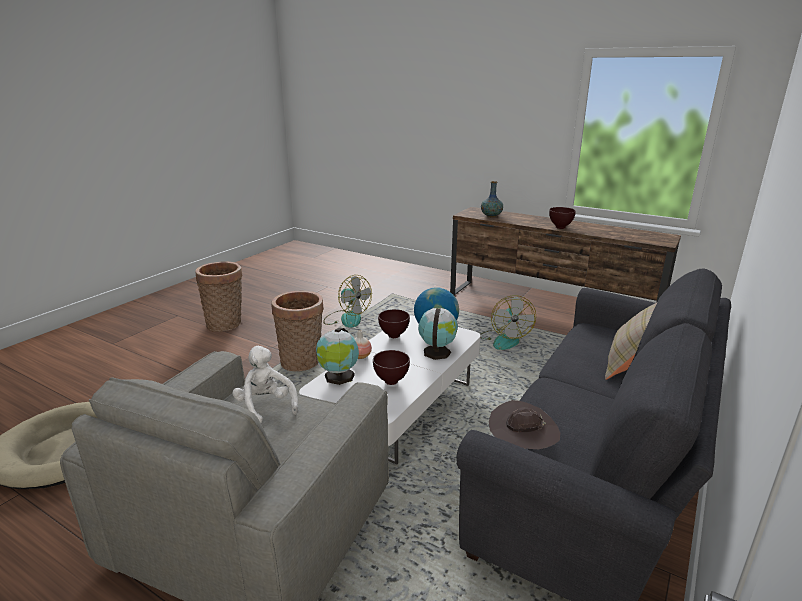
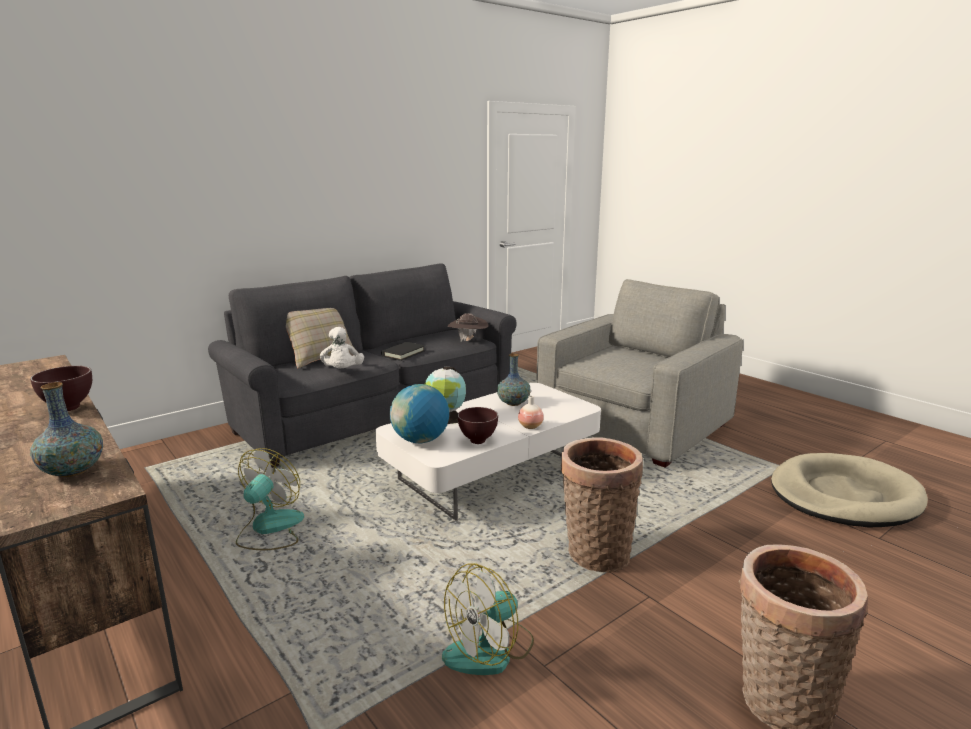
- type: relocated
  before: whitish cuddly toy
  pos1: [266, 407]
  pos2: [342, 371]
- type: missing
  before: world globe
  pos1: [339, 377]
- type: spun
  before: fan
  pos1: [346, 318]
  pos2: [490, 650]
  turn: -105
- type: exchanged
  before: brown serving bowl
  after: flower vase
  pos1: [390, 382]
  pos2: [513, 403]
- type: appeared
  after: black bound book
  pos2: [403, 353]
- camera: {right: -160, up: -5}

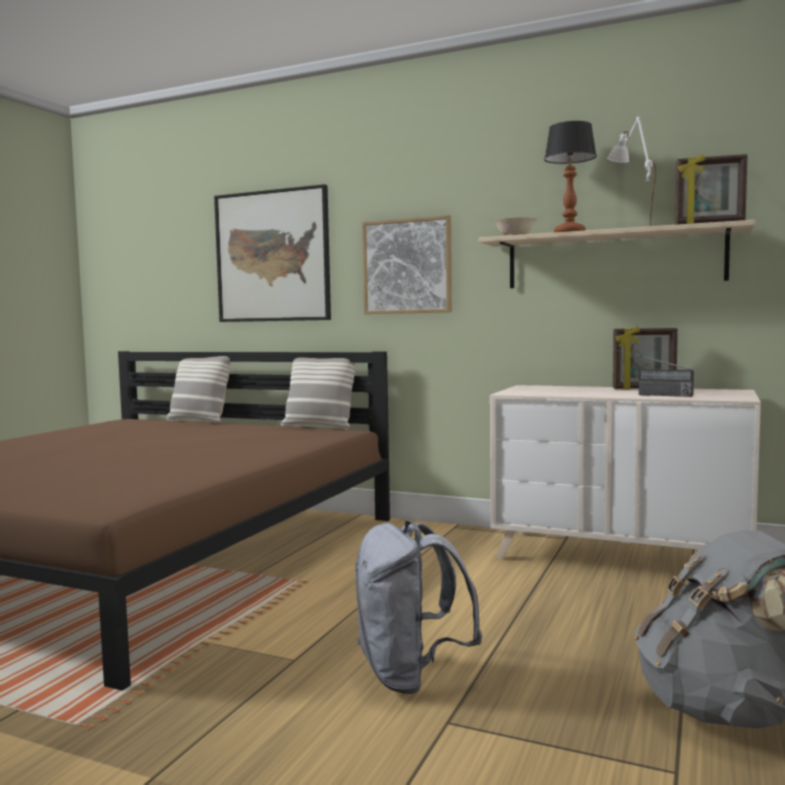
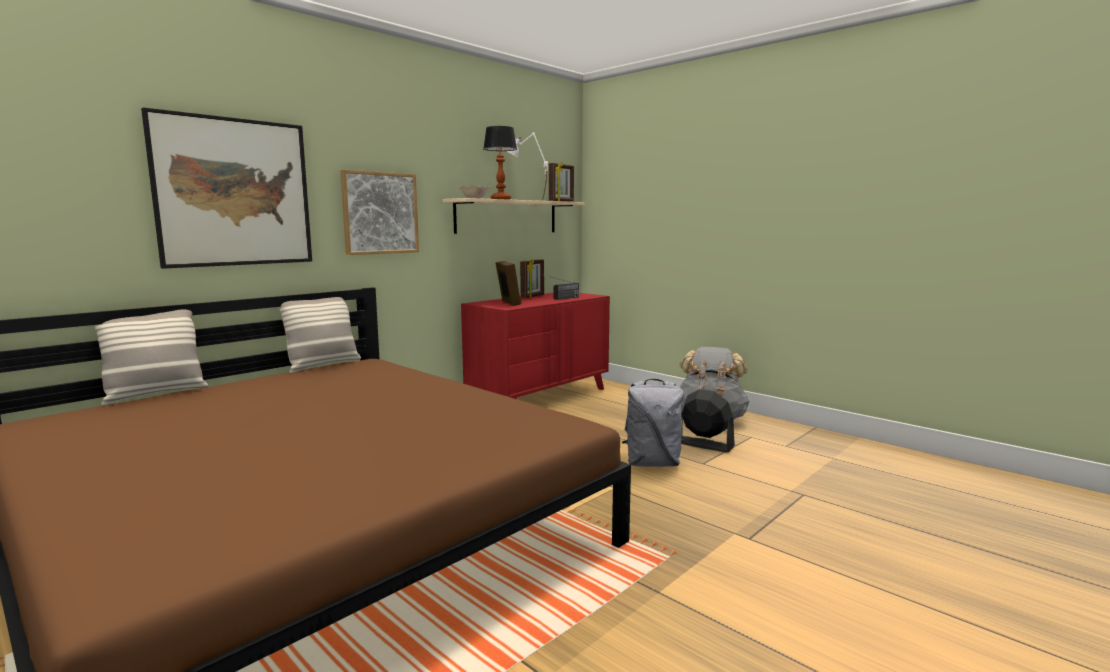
- type: colour
  before: beige-coloured dresser
  after: red-coloured dresser
  pos1: [620, 557]
  pos2: [539, 397]
- type: appeared
  after: picture frame
  pos2: [508, 303]
- type: appeared
  after: black fan
  pos2: [703, 444]
- camera: {right: -70, up: 5}

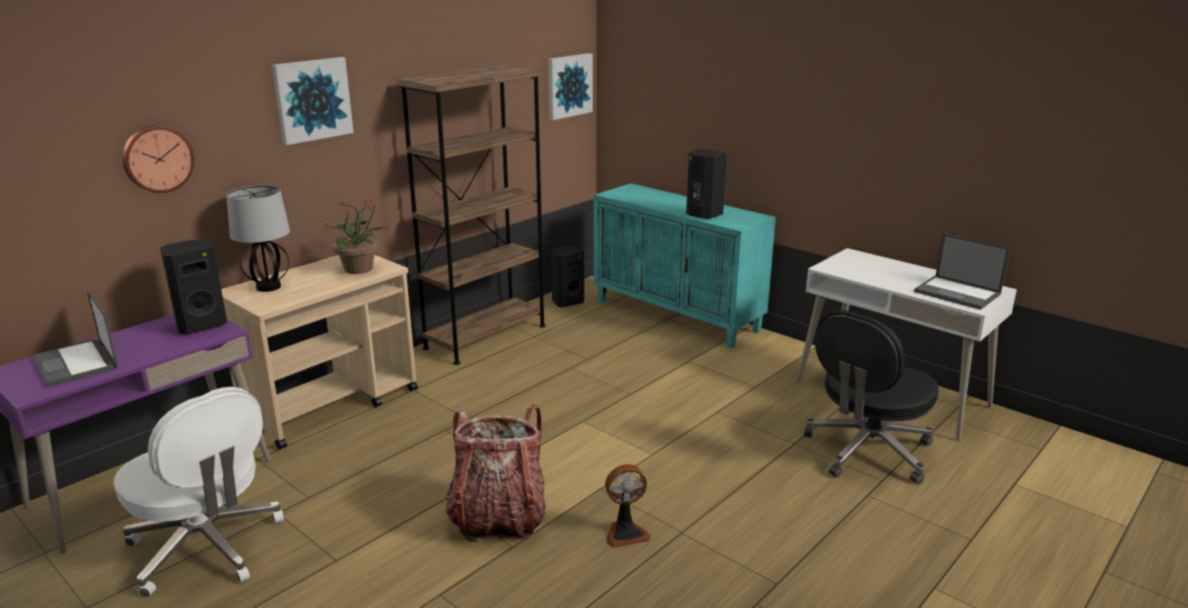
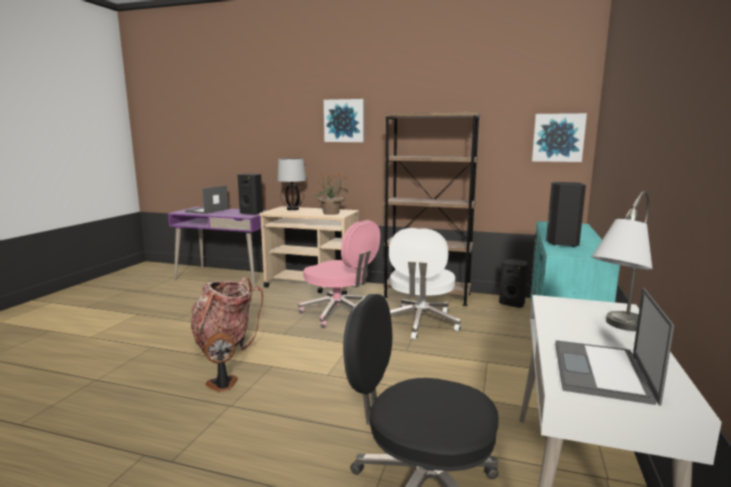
- type: relocated
  before: whitish office chair
  pos1: [207, 548]
  pos2: [420, 323]
- type: missing
  before: clock on the wall
  pos1: [157, 158]
- type: spun
  before: fan
  pos1: [625, 533]
  pos2: [222, 385]
  turn: 105
- type: appeared
  after: pink office chair
  pos2: [339, 314]
- type: appeared
  after: greyish tabletop lamp
  pos2: [616, 330]
- camera: {right: 65, up: -10}

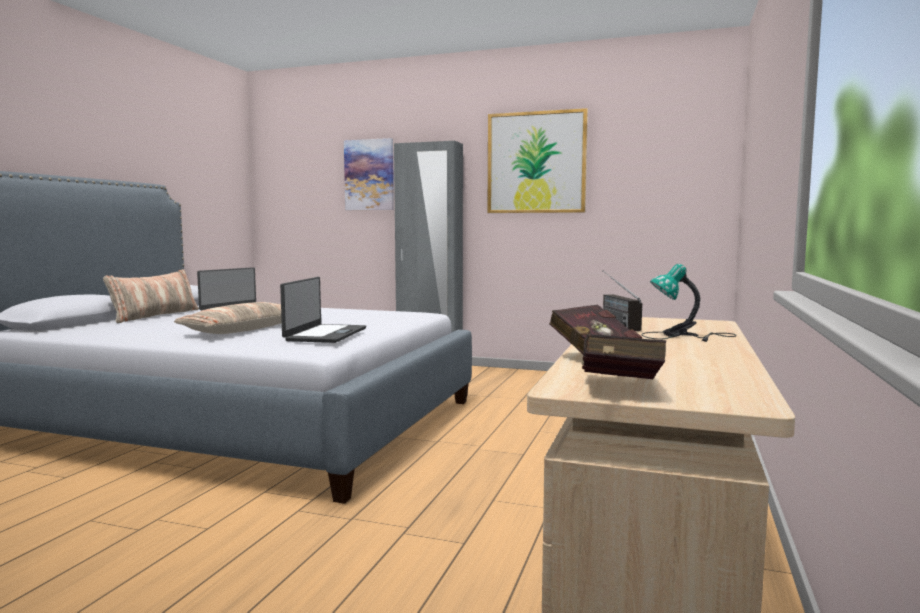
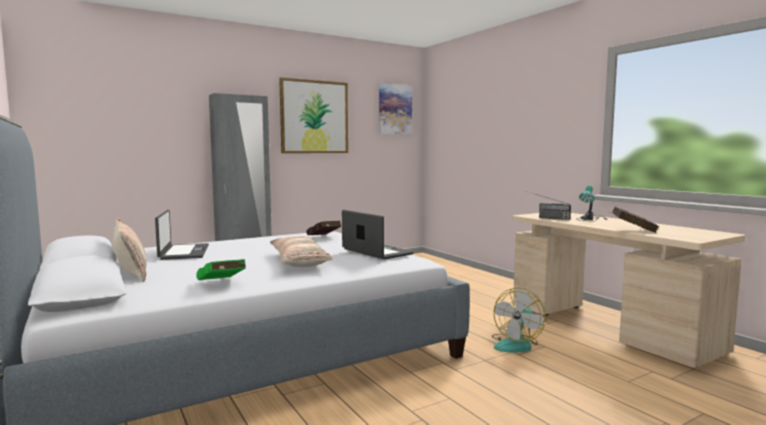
- type: relocated
  before: picture
  pos1: [369, 175]
  pos2: [395, 109]
- type: relocated
  before: red-coloured bound book
  pos1: [619, 389]
  pos2: [324, 237]
- type: appeared
  after: greenish bound book
  pos2: [221, 284]
- type: appeared
  after: fan
  pos2: [516, 344]
- camera: {right: -50, up: 0}

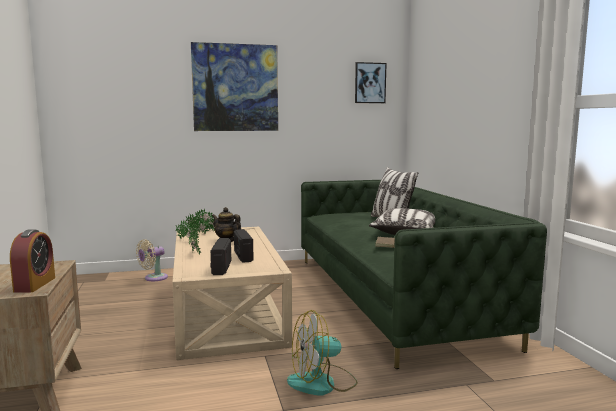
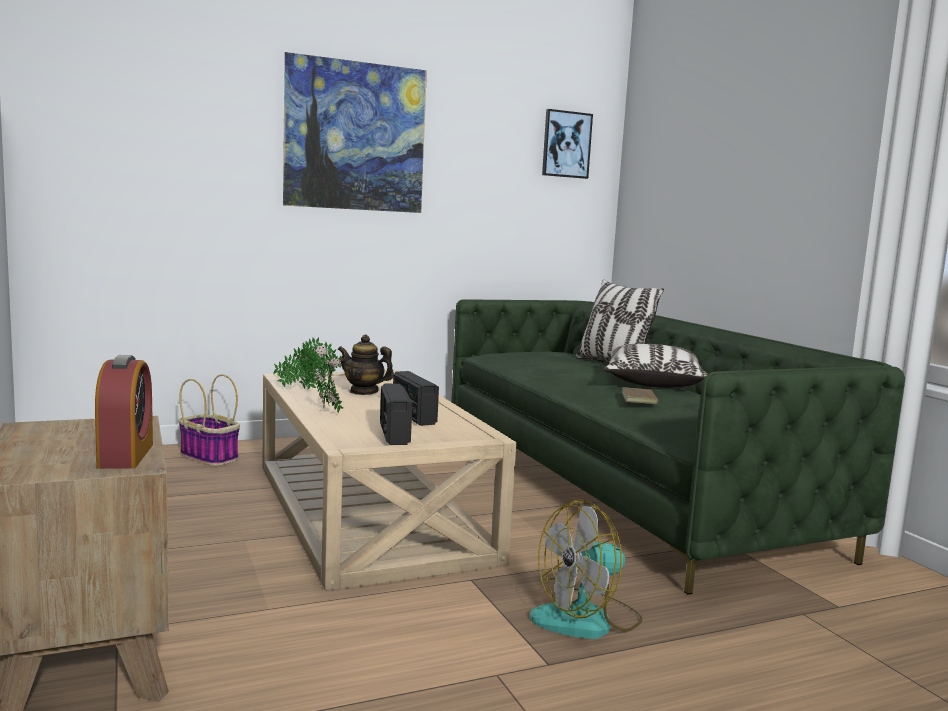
- type: exchanged
  before: beige-coloured fan
  after: storage basket
  pos1: [153, 278]
  pos2: [210, 457]
- camera: {right: -10, up: 0}

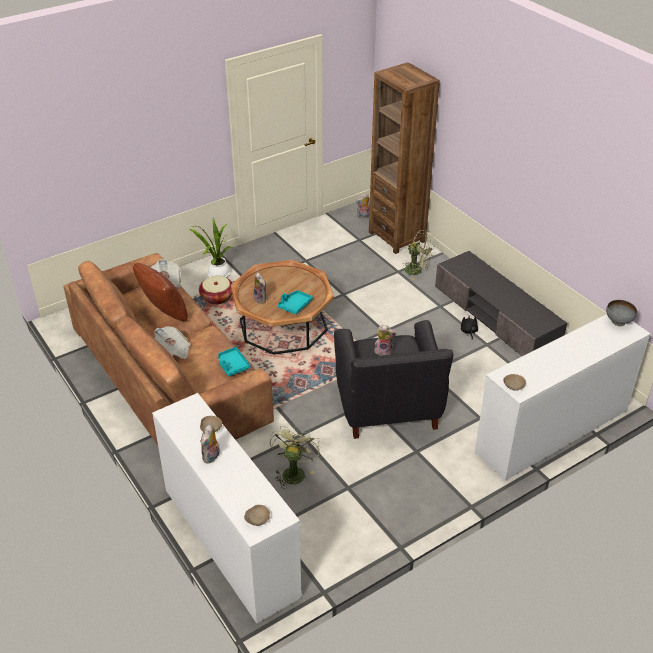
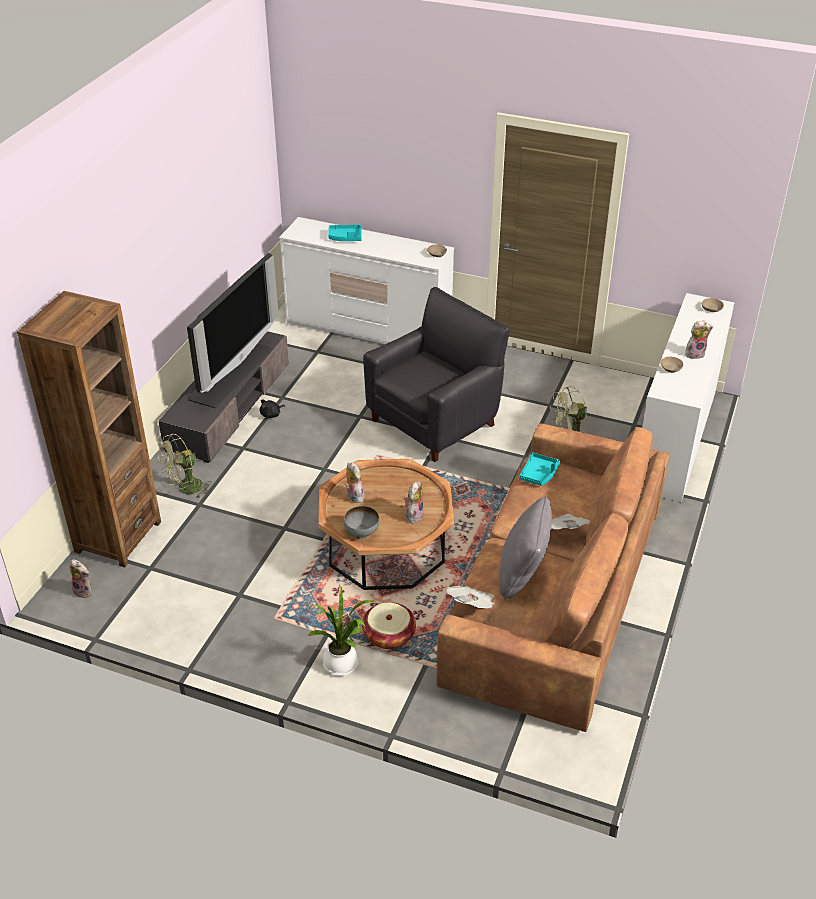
- type: colour
  before: brown throw pillow
  after: greyish throw pillow
  pos1: [163, 313]
  pos2: [522, 575]
- type: relocated
  before: turquoise-coloured serving tray
  pos1: [295, 305]
  pos2: [345, 237]
- type: relocated
  before: cuddly toy
  pos1: [384, 351]
  pos2: [354, 496]
- type: spun
  before: greenish fan
  pos1: [417, 271]
  pos2: [186, 489]
  turn: -120
- type: relocated
  before: greyish serving bowl
  pos1: [618, 322]
  pos2: [362, 533]
- type: appeared
  after: TV set
  pos2: [230, 373]
- camera: {right: -125, up: 0}

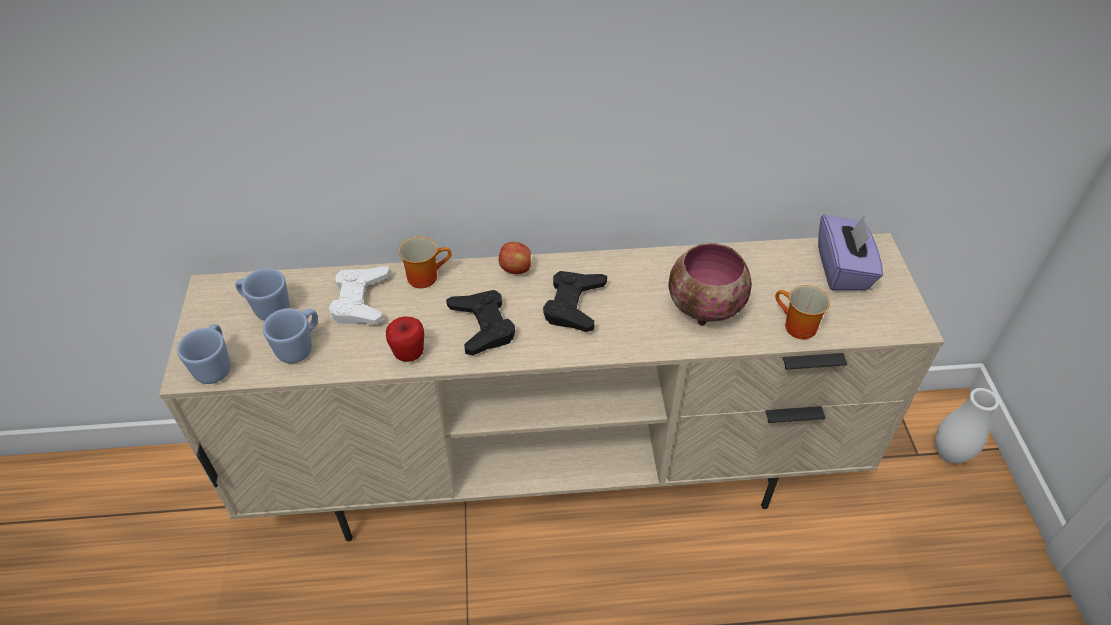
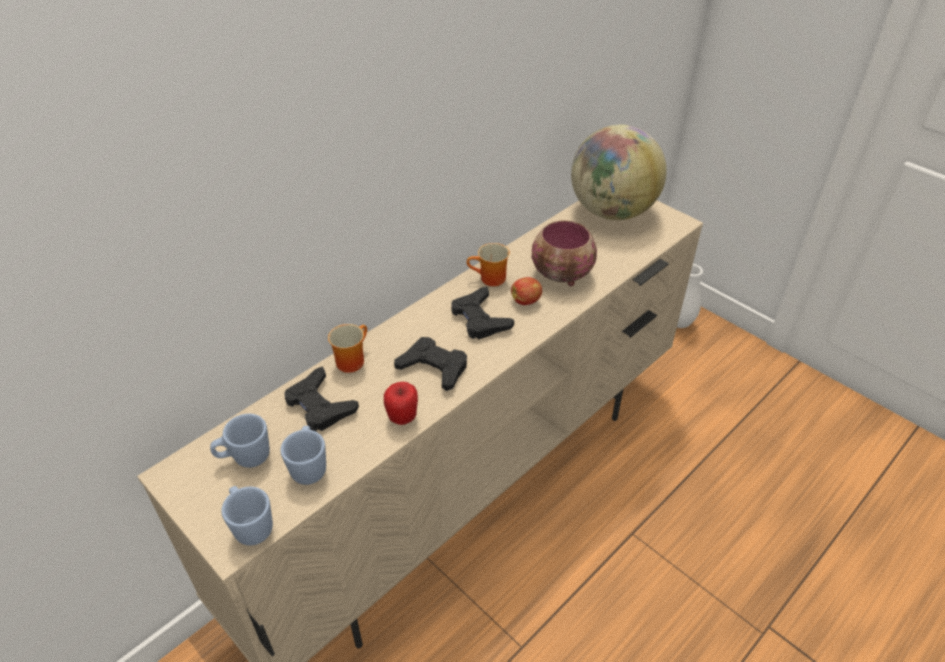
- type: colour
  before: whitish game controller
  after: black game controller
  pos1: [361, 300]
  pos2: [320, 405]
- type: relocated
  before: apple
  pos1: [516, 269]
  pos2: [526, 301]
- type: relocated
  before: tea mug
  pos1: [795, 327]
  pos2: [490, 280]
- type: exchanged
  before: purplish tissue holder
  after: world globe
  pos1: [843, 269]
  pos2: [612, 211]
- camera: {right: -40, up: -5}

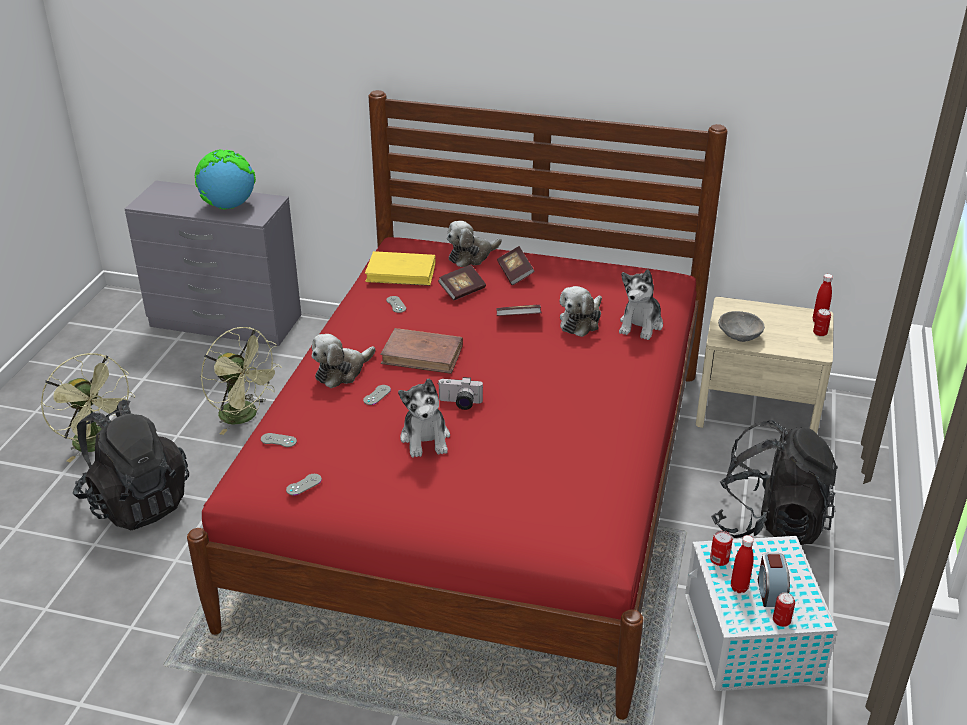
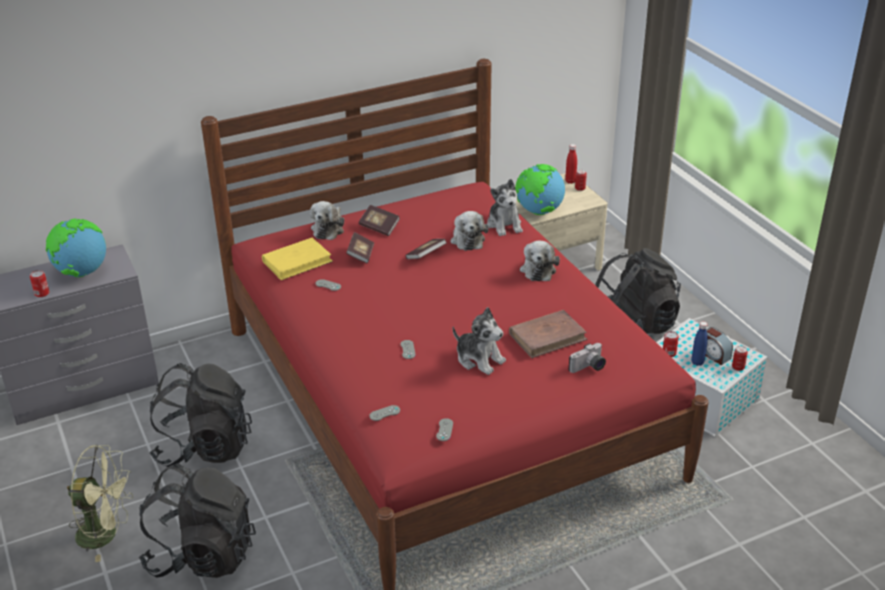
- type: exchanged
  before: greenish fan
  after: black rucksack
  pos1: [245, 416]
  pos2: [204, 447]
- type: relocated
  before: cuddly toy
  pos1: [342, 372]
  pos2: [538, 269]
- type: relocated
  before: brown bound book
  pos1: [422, 355]
  pos2: [547, 337]
- type: relocated
  before: photo camera
  pos1: [460, 403]
  pos2: [588, 368]
- type: exchanged
  before: greyish serving bowl
  after: world globe
  pos1: [738, 337]
  pos2: [539, 212]
- type: colour
  before: red-coloured beverage bottle
  after: bluish beverage bottle
  pos1: [739, 588]
  pos2: [697, 362]
- type: appeared
  after: metal can
  pos2: [42, 293]
- camera: {right: -40, up: 0}

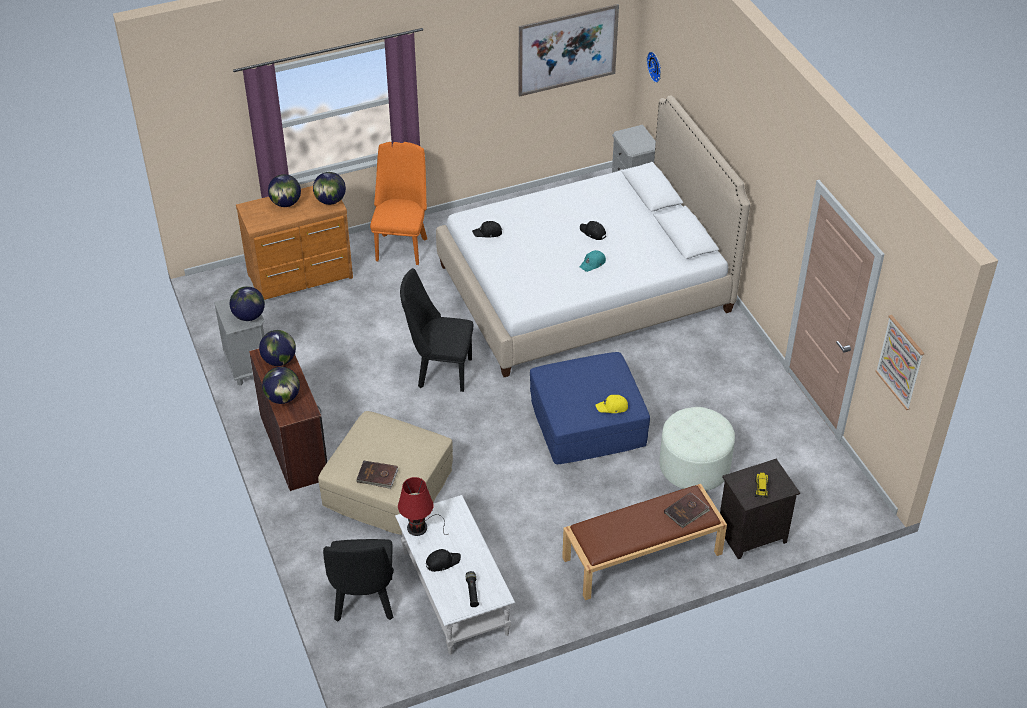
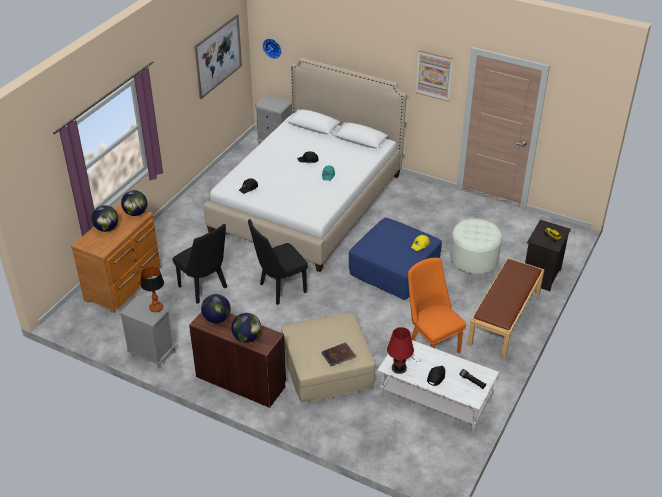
- type: exchanged
  before: world globe
  after: tabletop lamp
  pos1: [249, 316]
  pos2: [156, 308]
- type: relocated
  before: black plain chair
  pos1: [364, 604]
  pos2: [205, 289]
- type: relocated
  before: orange-coloured plain chair
  pos1: [402, 246]
  pos2: [431, 346]
- type: missing
  before: brown bound book
  pos1: [686, 511]
- type: relocated
  before: picture
  pos1: [900, 362]
  pos2: [434, 75]
- camera: {right: -40, up: -5}

